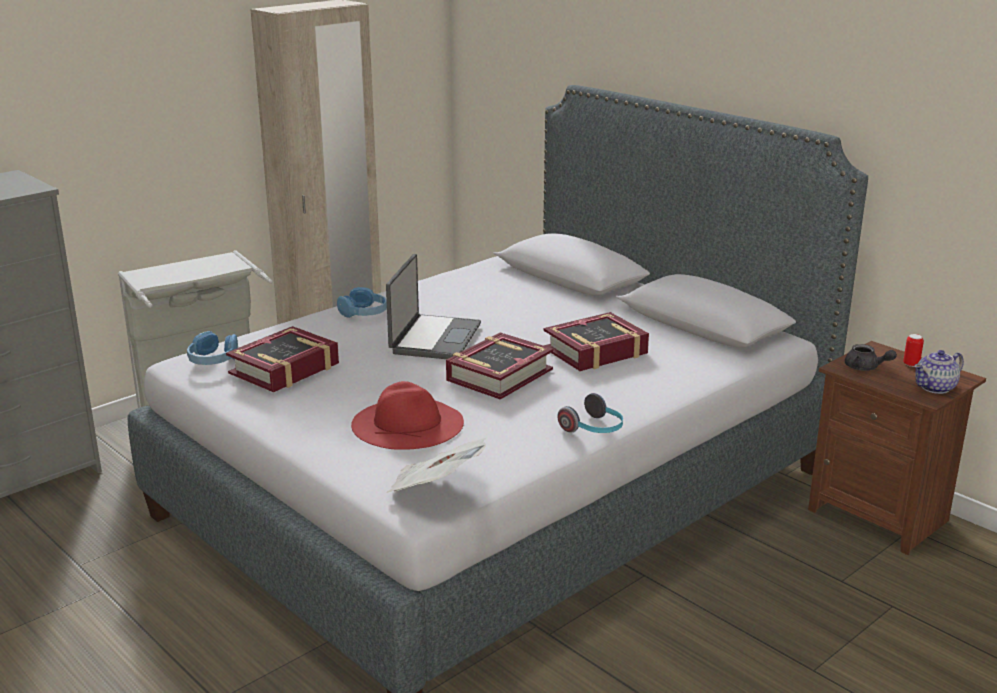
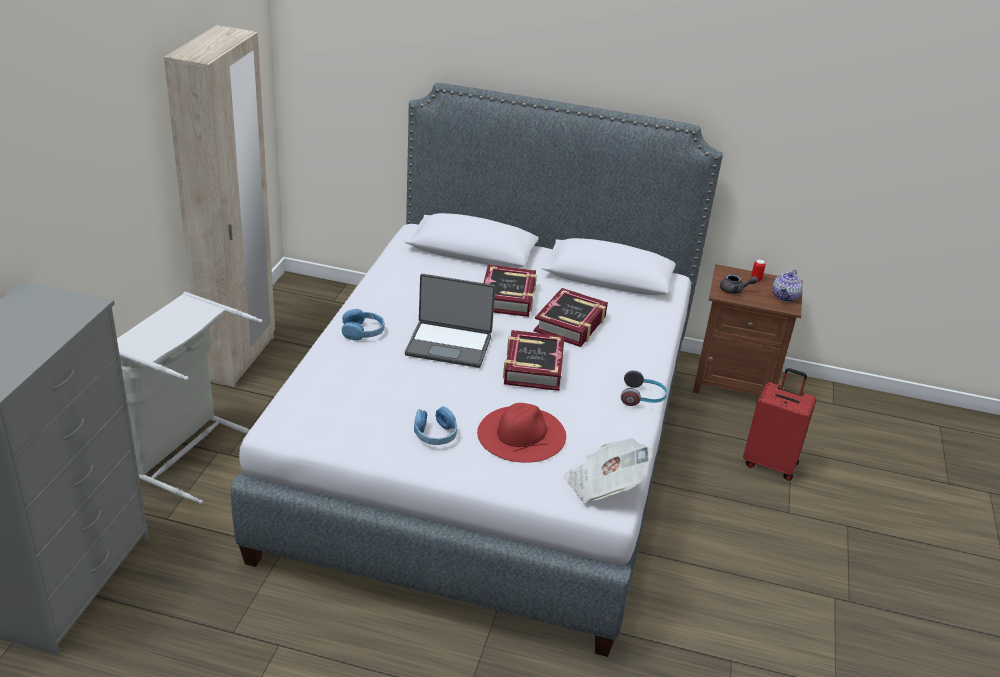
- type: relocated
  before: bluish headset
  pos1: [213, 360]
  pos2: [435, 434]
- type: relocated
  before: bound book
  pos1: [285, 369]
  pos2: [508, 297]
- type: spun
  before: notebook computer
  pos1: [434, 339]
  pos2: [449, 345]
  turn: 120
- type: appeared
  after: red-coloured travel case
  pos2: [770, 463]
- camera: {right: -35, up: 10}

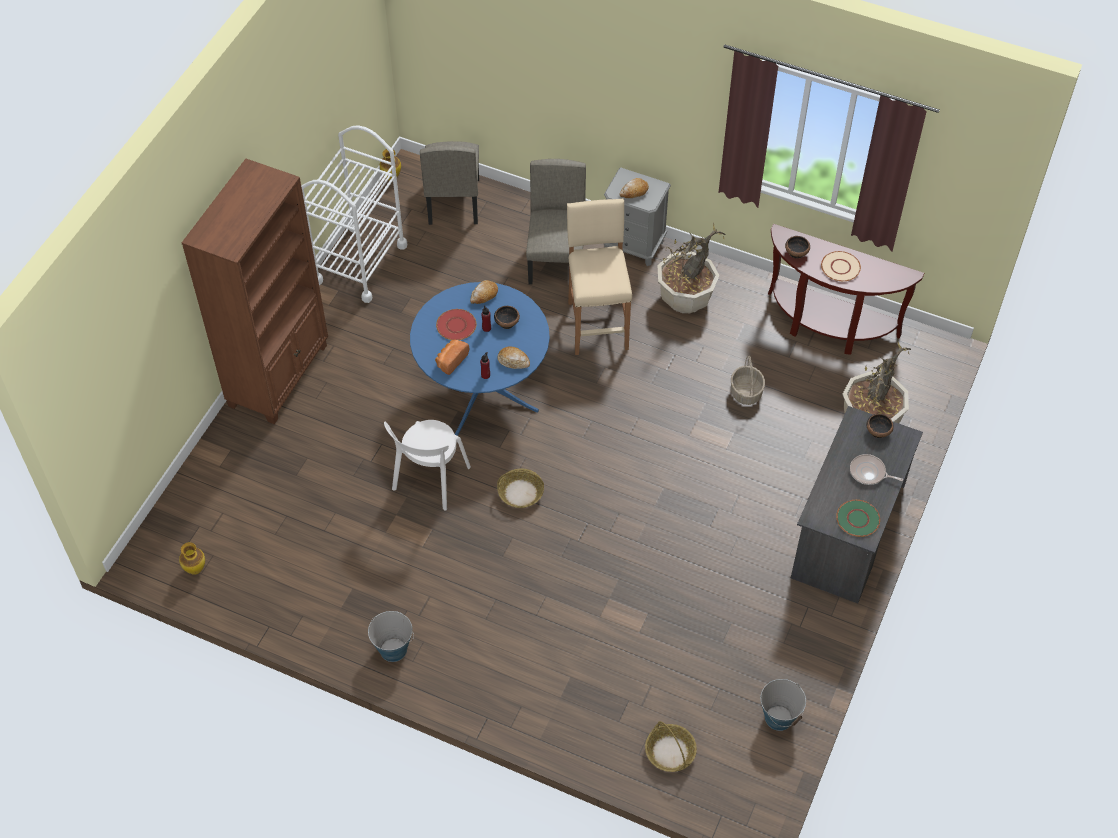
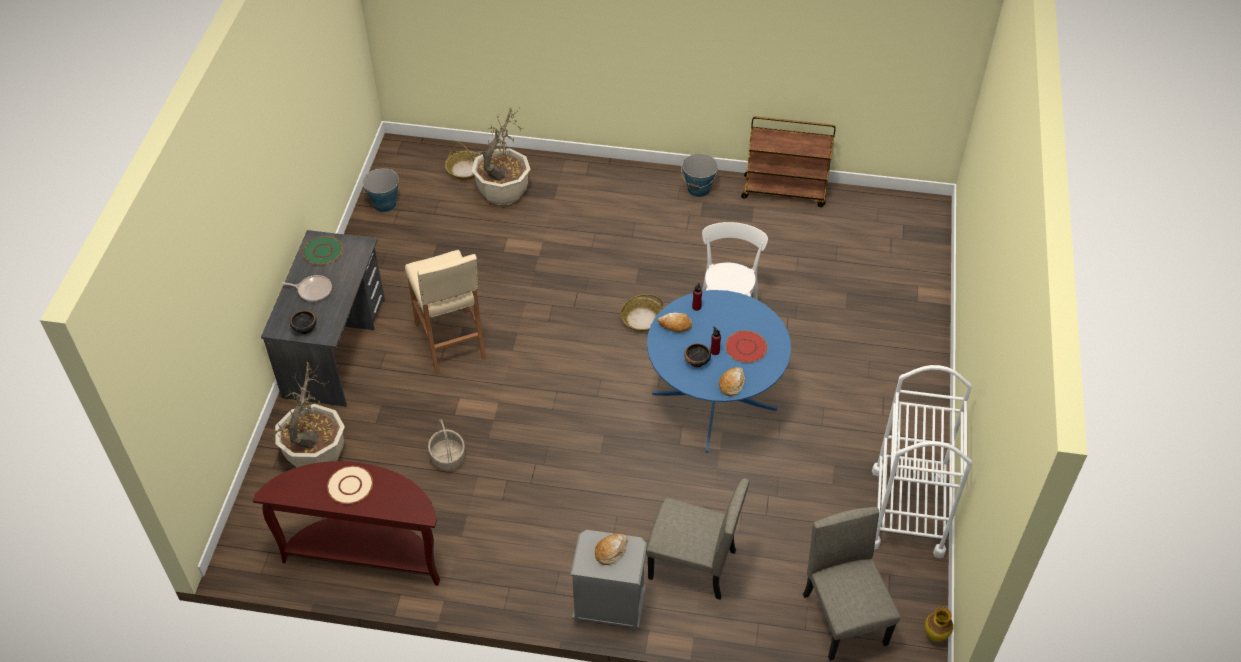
- type: missing
  before: flower vase
  pos1: [195, 569]
- type: missing
  before: brown bookshelf
  pos1: [279, 375]
- type: missing
  before: baked bread
  pos1: [451, 360]
- type: spun
  before: beige-coloured plain chair
  pos1: [556, 261]
  pos2: [692, 565]
  turn: -60
- type: relocated
  before: beige-coloured sitting stool
  pos1: [597, 324]
  pos2: [451, 342]
- type: relocated
  before: potted plant
  pos1: [685, 299]
  pos2: [503, 193]
- type: missing
  before: serving bowl
  pos1: [796, 252]
- type: appeared
  after: brown cart
  pos2: [785, 191]
- camera: {right: 165, up: -5}

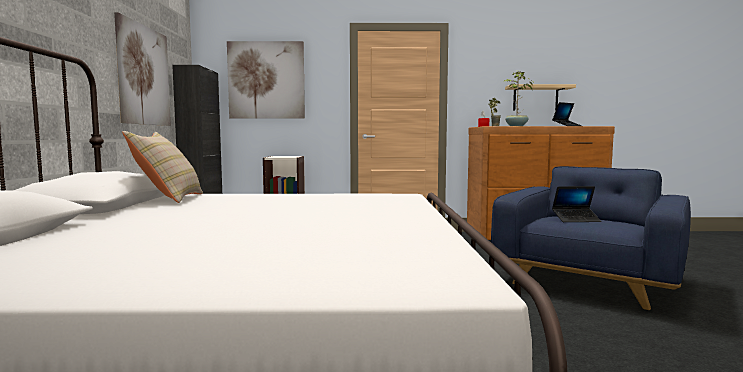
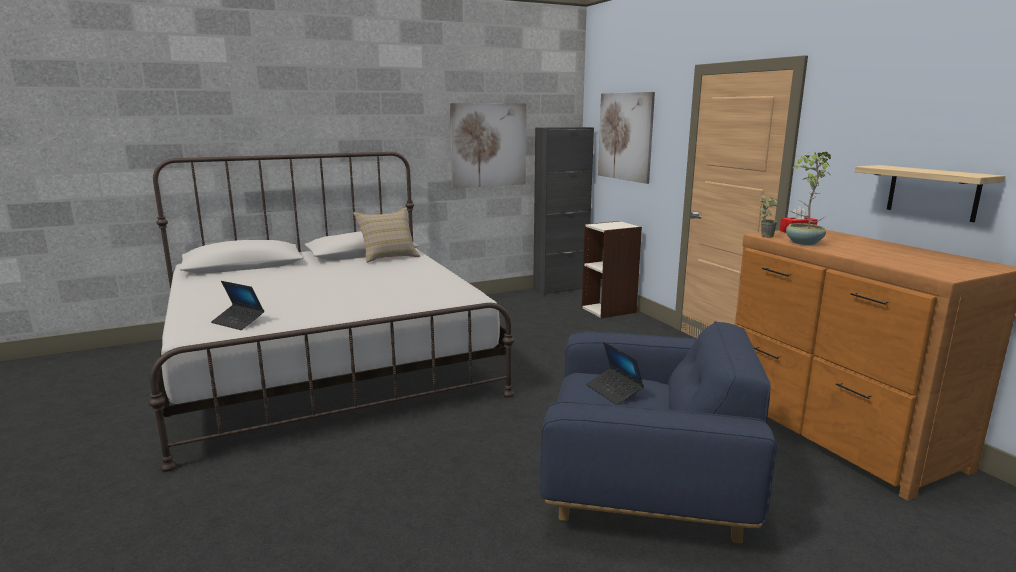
- type: relocated
  before: notebook computer
  pos1: [567, 126]
  pos2: [238, 322]
- camera: {right: 65, up: 10}

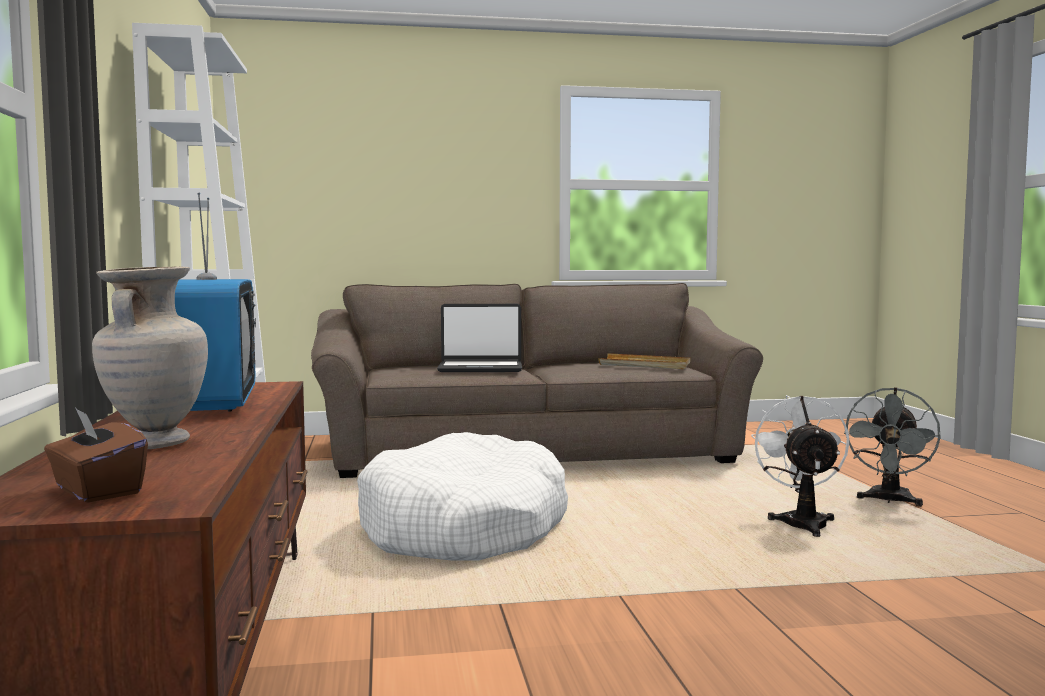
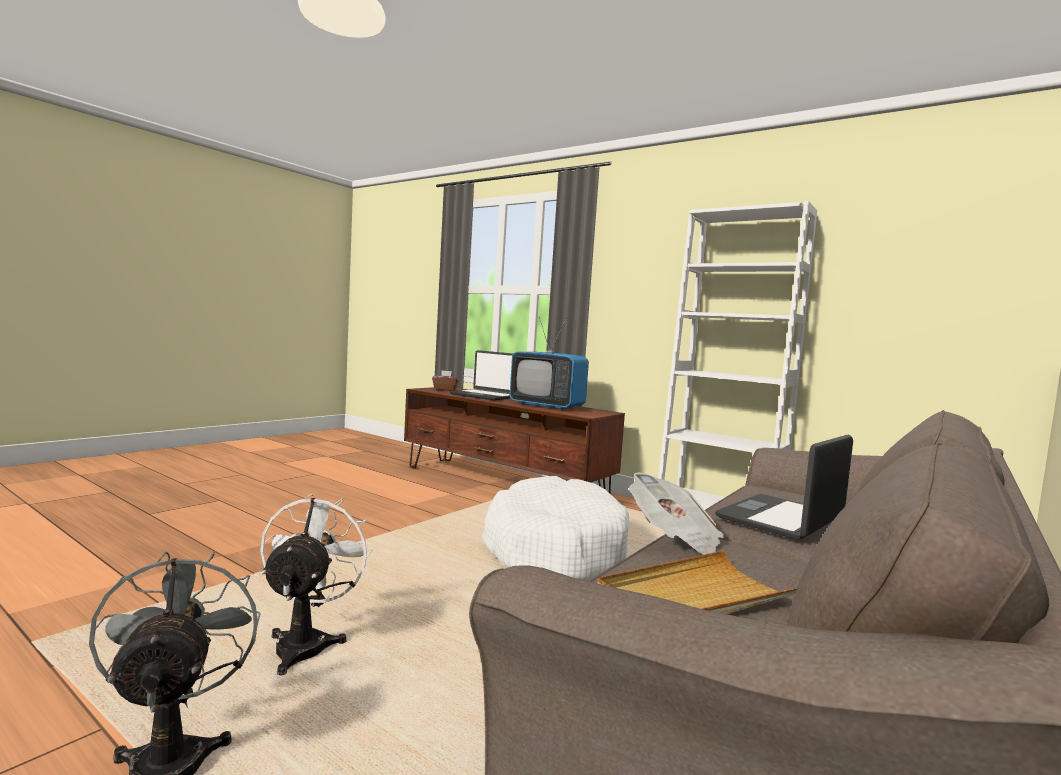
- type: exchanged
  before: beige-coloured flower vase
  after: notebook computer
  pos1: [155, 444]
  pos2: [484, 396]
- type: spun
  before: whitish fan
  pos1: [802, 522]
  pos2: [306, 643]
  turn: -135
- type: appeared
  after: daily paper
  pos2: [674, 539]
- camera: {right: 135, up: 0}

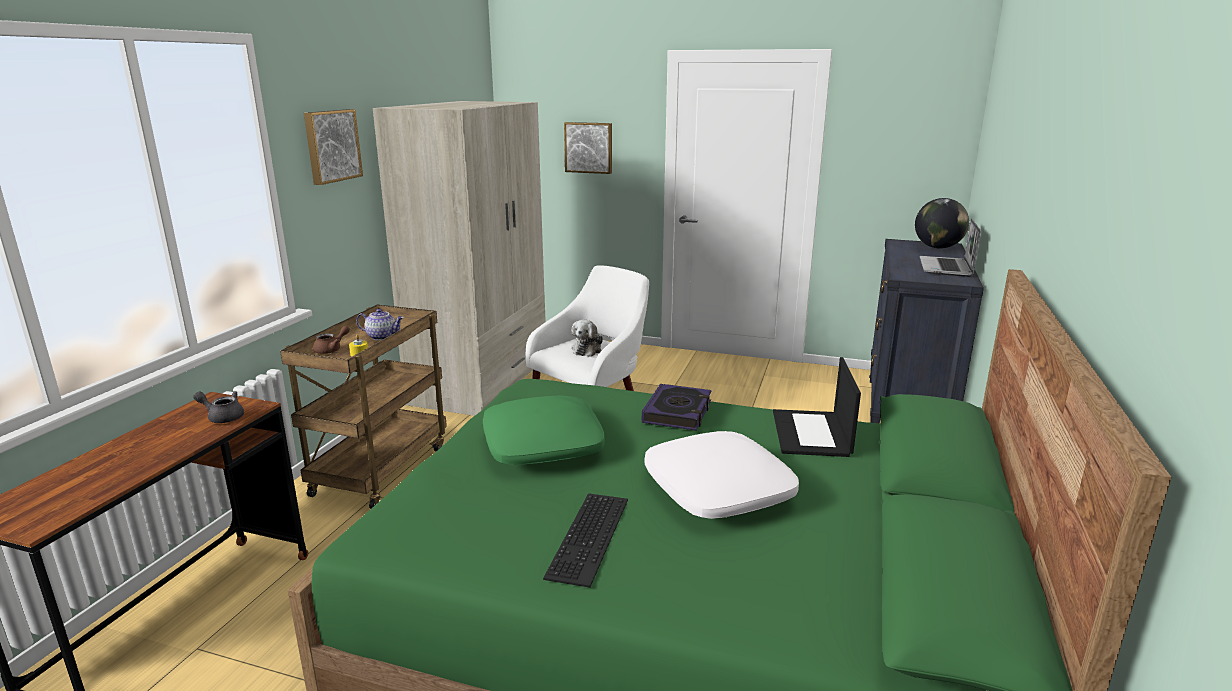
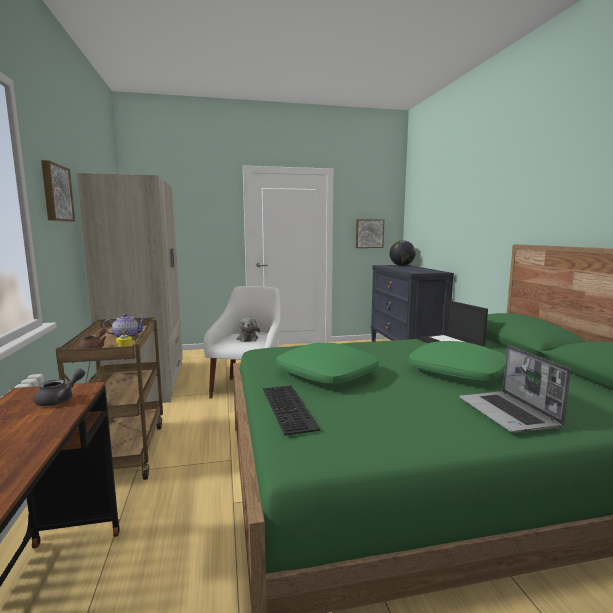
- type: spun
  before: greyish tea pot
  pos1: [223, 417]
  pos2: [60, 400]
  turn: 135
- type: relocated
  before: keyboard
  pos1: [591, 538]
  pos2: [290, 408]
- type: relocated
  before: picture
  pos1: [589, 147]
  pos2: [369, 233]
- type: missing
  before: bound book
  pos1: [677, 412]
- type: colour
  before: whitish throw pillow
  after: greenish throw pillow
  pos1: [719, 489]
  pos2: [457, 372]
- type: relocated
  before: notebook computer
  pos1: [946, 268]
  pos2: [509, 413]
- camera: {right: -30, up: -10}

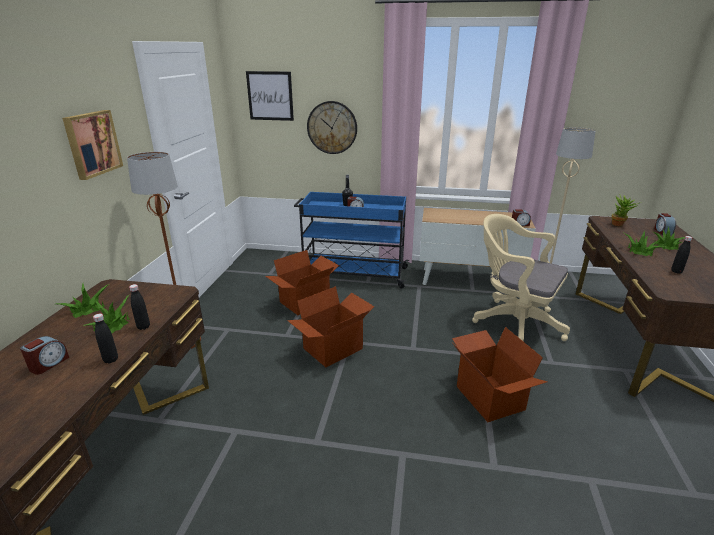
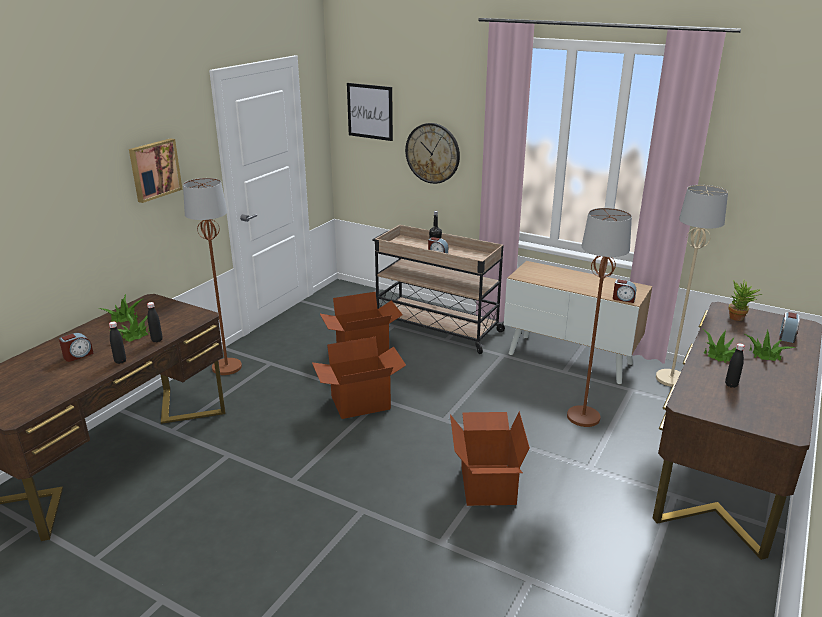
- type: colour
  before: bluish cart
  after: beige-coloured cart
  pos1: [352, 274]
  pos2: [435, 327]
- type: exchanged
  before: beige-coloured office chair
  after: brown floor lamp
  pos1: [513, 322]
  pos2: [583, 417]
- camera: {right: 20, up: 0}

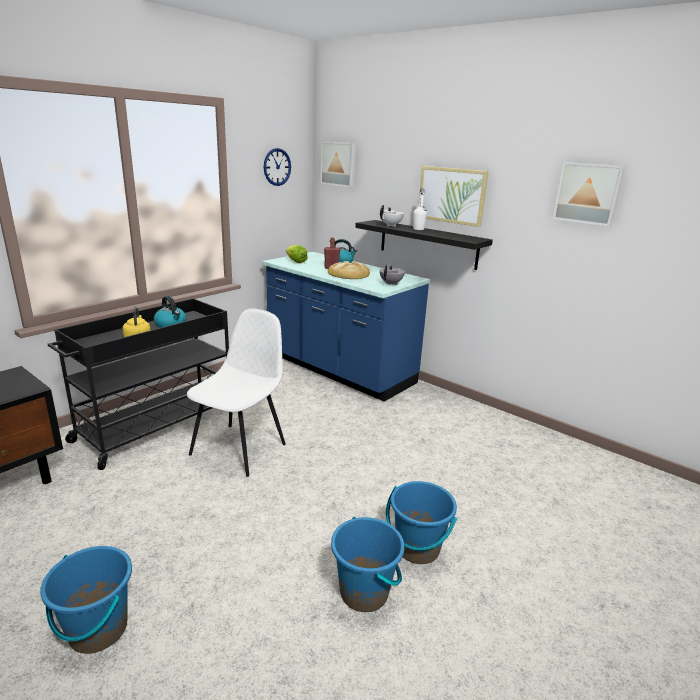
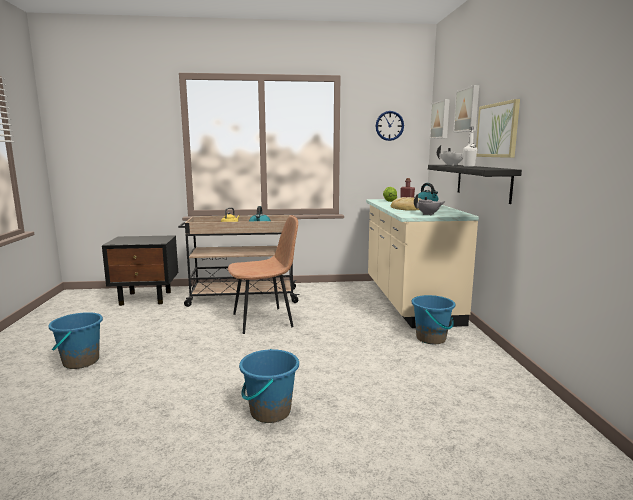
- type: colour
  before: black cart
  after: beige-coloured cart
  pos1: [157, 426]
  pos2: [242, 297]
- type: colour
  before: whitish plain chair
  after: brown plain chair
  pos1: [240, 448]
  pos2: [264, 320]
- type: colour
  before: bluish kitchen base unit
  after: beige-coloured kitchen base unit
  pos1: [339, 370]
  pos2: [409, 301]
- type: relocated
  before: bluish pail
  pos1: [364, 592]
  pos2: [431, 338]
- type: relocated
  before: picture
  pos1: [588, 193]
  pos2: [468, 110]
- camera: {right: 45, up: -10}

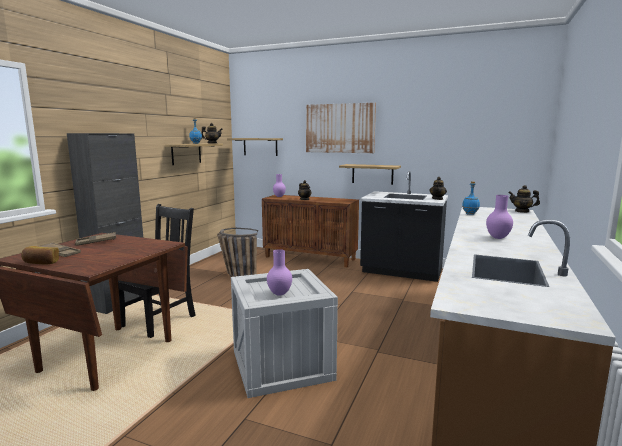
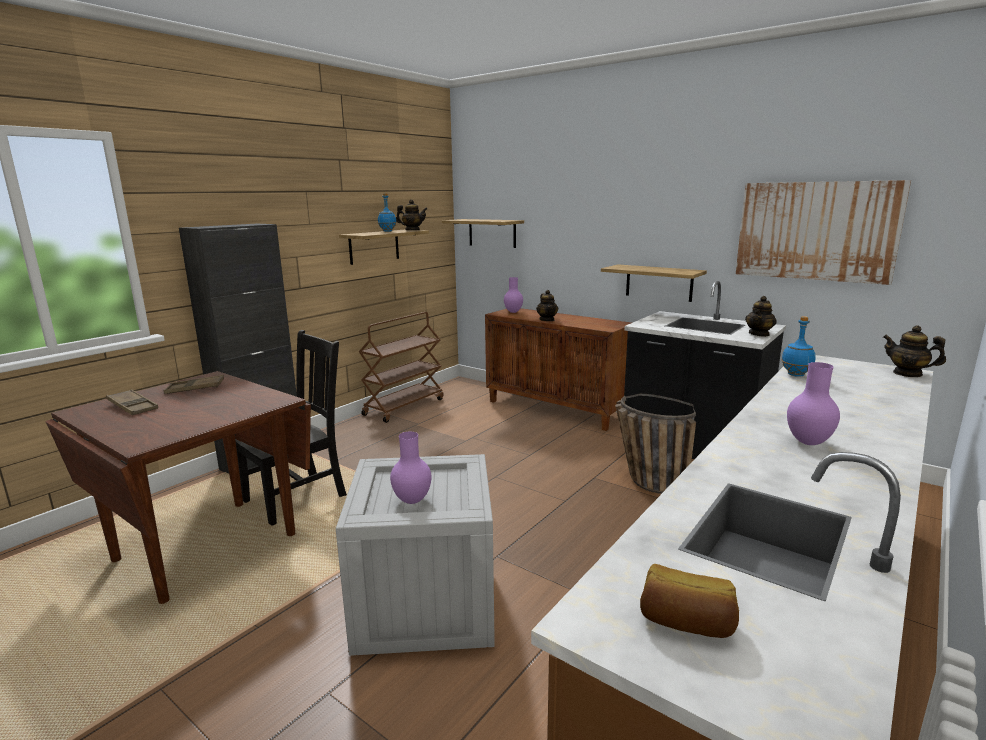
- type: relocated
  before: baked bread
  pos1: [41, 263]
  pos2: [686, 623]
- type: relocated
  before: storage basket
  pos1: [236, 274]
  pos2: [645, 480]
- type: relocated
  before: picture
  pos1: [339, 128]
  pos2: [815, 231]
- type: appeared
  after: brown cart
  pos2: [404, 406]
- camera: {right: 15, up: 5}

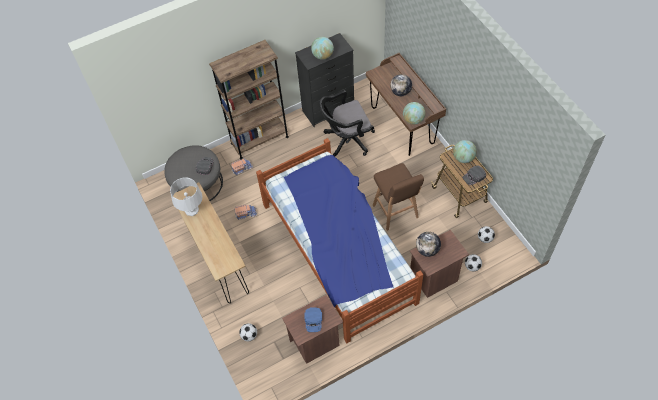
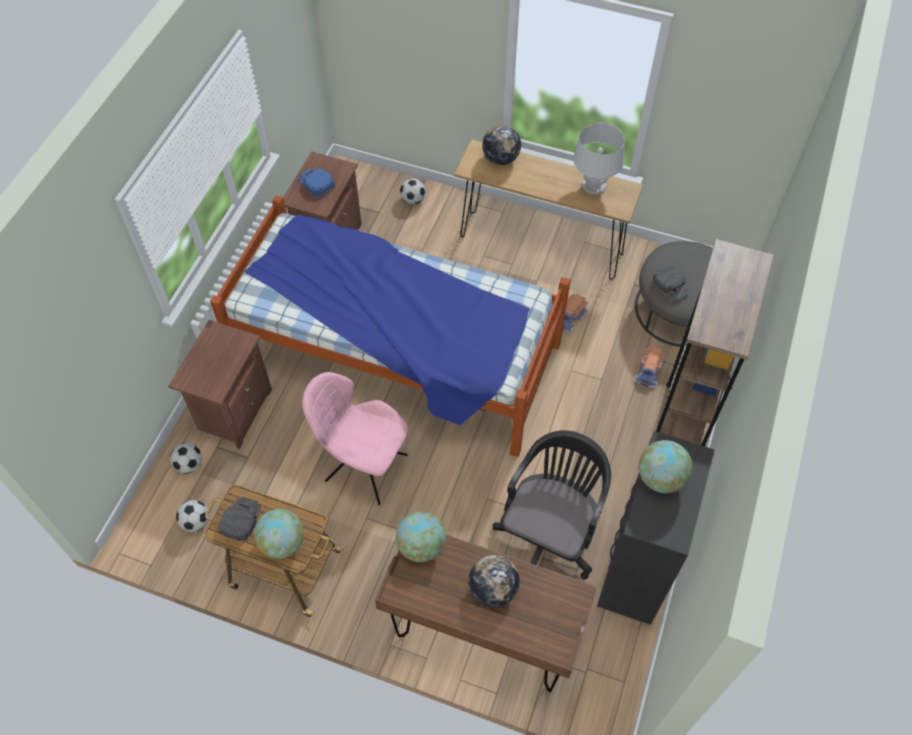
- type: exchanged
  before: brown sitting stool
  after: pink plain chair
  pos1: [396, 213]
  pos2: [363, 466]
- type: relocated
  before: world globe
  pos1: [427, 250]
  pos2: [500, 159]
- camera: {right: 135, up: 0}

